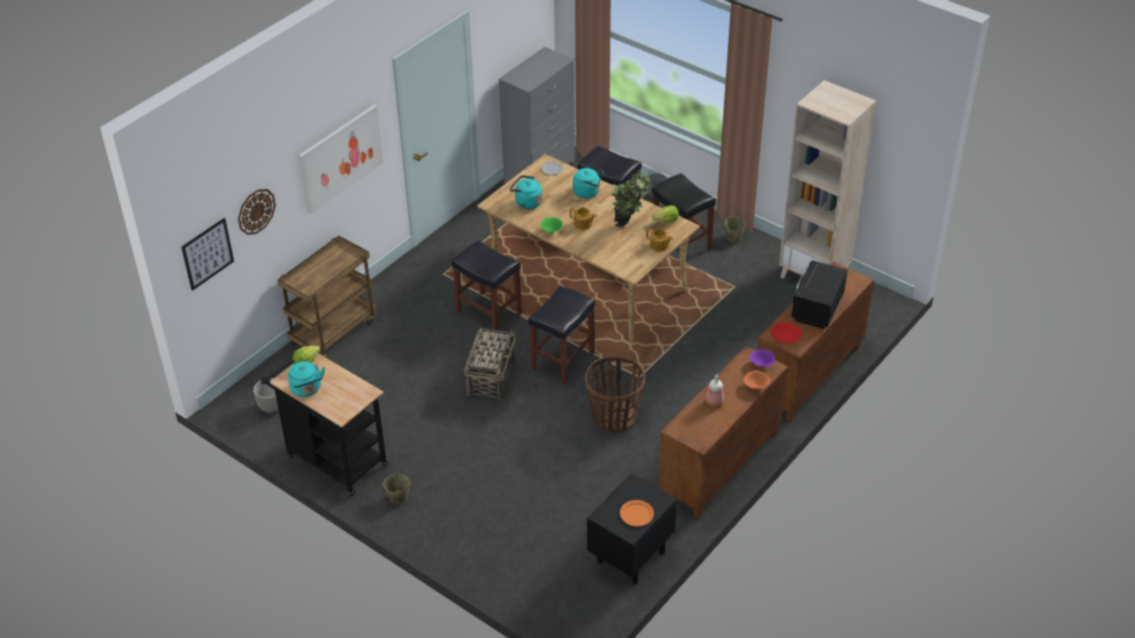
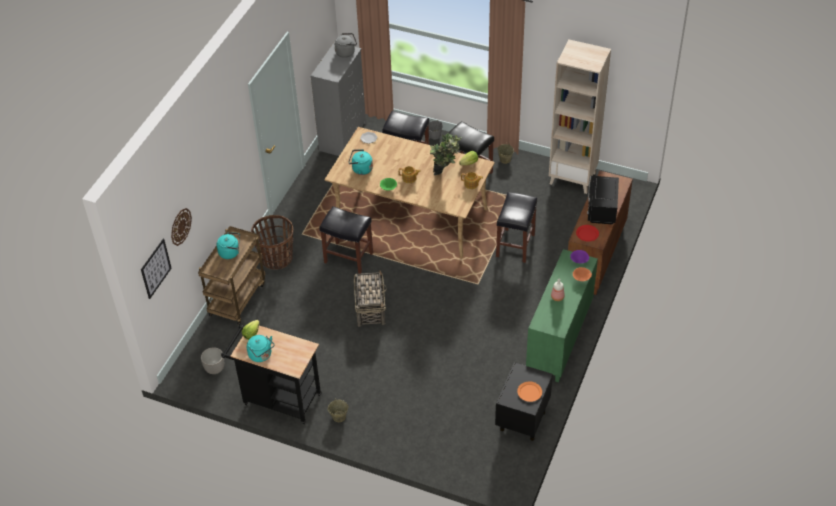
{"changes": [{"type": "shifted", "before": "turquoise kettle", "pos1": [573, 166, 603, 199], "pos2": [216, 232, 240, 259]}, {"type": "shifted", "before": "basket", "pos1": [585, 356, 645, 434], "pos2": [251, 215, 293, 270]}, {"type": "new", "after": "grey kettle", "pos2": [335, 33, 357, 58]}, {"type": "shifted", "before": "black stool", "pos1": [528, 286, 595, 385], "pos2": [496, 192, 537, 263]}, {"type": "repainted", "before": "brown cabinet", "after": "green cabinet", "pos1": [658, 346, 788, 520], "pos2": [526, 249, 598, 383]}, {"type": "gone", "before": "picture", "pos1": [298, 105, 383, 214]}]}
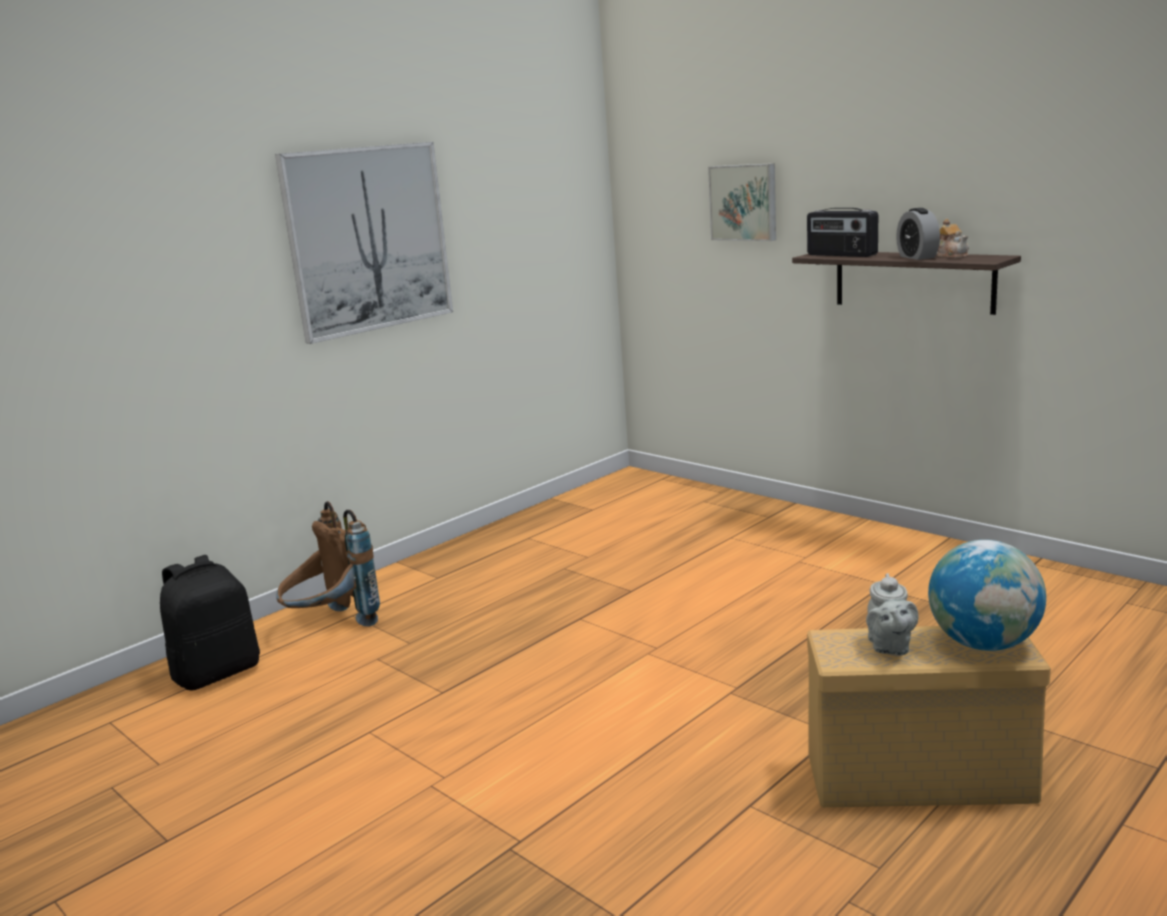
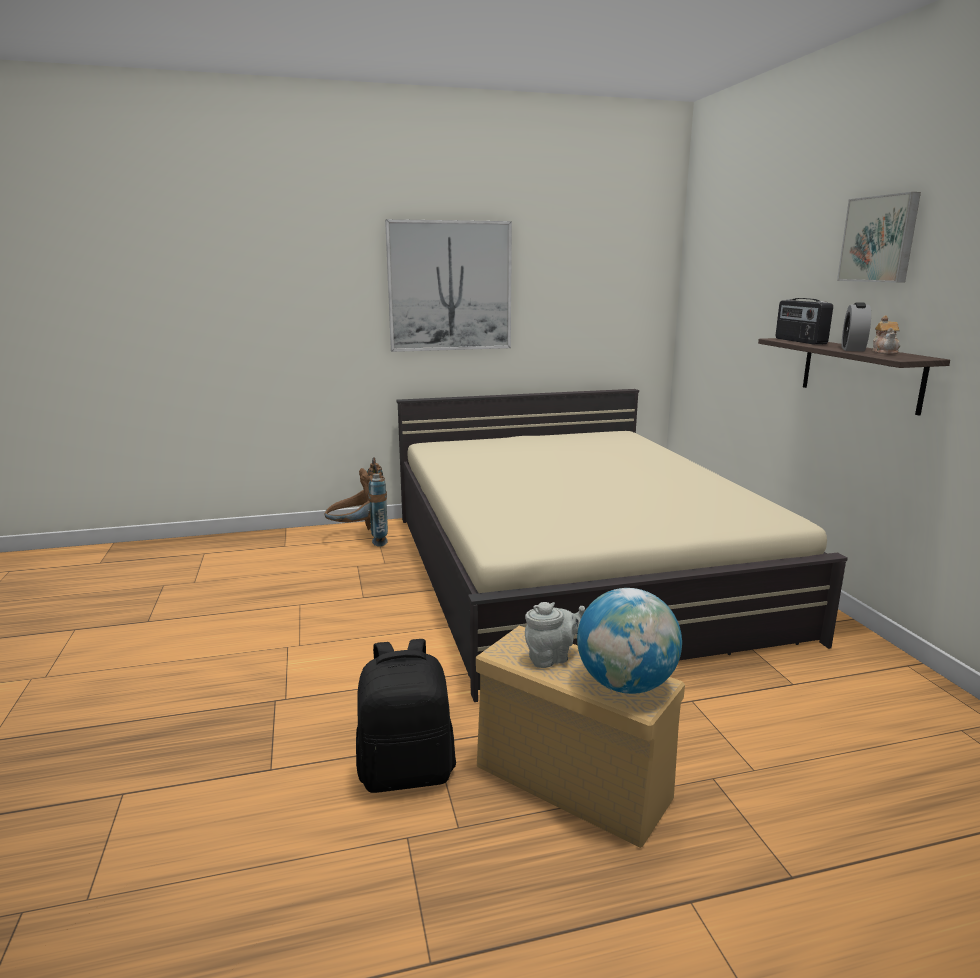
{"changes": [{"type": "shifted", "before": "black backpack", "pos1": [160, 555, 260, 691], "pos2": [356, 639, 456, 793]}, {"type": "new", "after": "beige bed", "pos2": [397, 389, 848, 702]}, {"type": "rotated", "before": "grey teapot", "pos1": [866, 573, 919, 655], "pos2": [525, 602, 585, 668], "turn": -150}, {"type": "shifted", "before": "picture", "pos1": [708, 163, 776, 241], "pos2": [837, 192, 921, 283]}]}
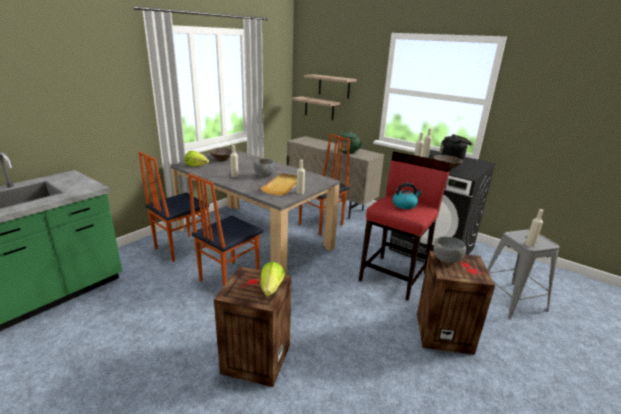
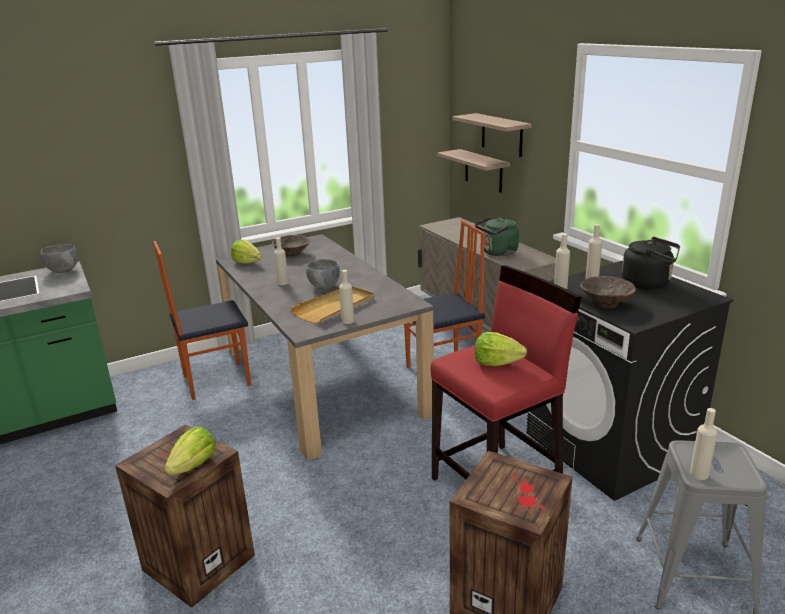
{"changes": [{"type": "shifted", "before": "grey bowl", "pos1": [434, 237, 466, 264], "pos2": [40, 244, 78, 273]}, {"type": "swapped", "before": "kettle", "after": "lettuce", "pos1": [392, 183, 422, 209], "pos2": [475, 332, 527, 366]}, {"type": "gone", "before": "chair", "pos1": [188, 173, 263, 287]}]}
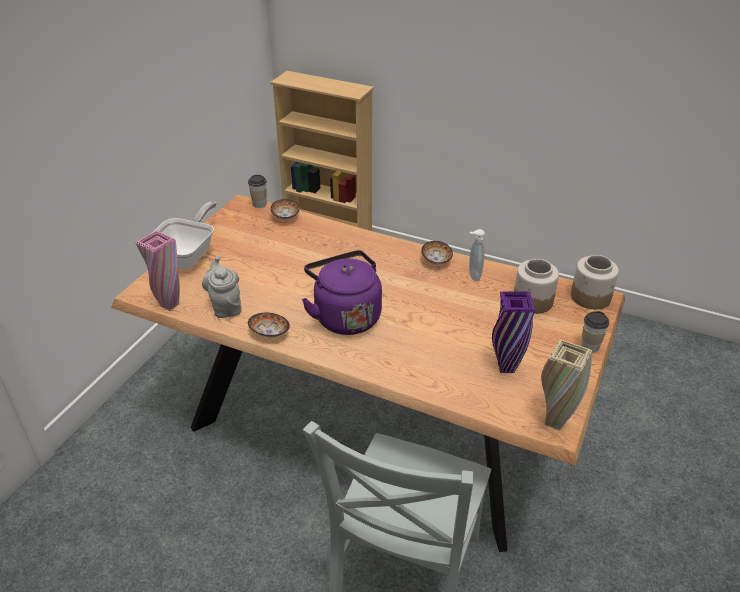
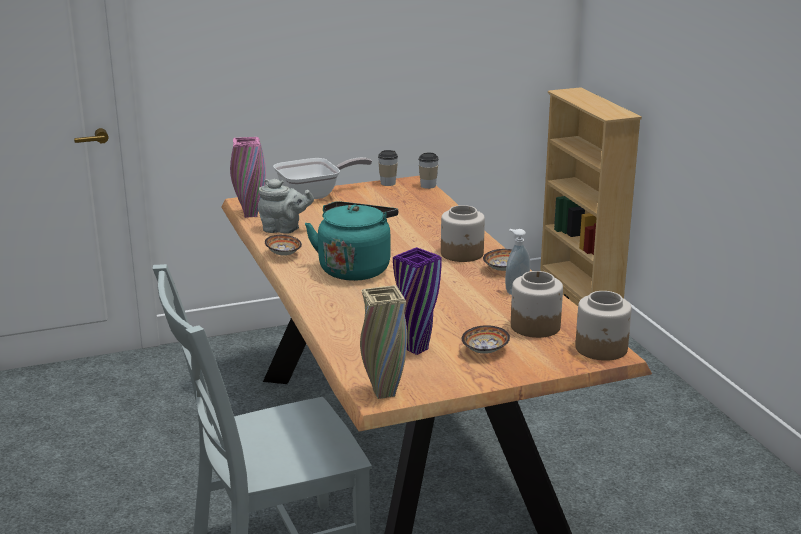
{"changes": [{"type": "rotated", "before": "grey teapot", "pos1": [202, 256, 242, 318], "pos2": [258, 179, 314, 233], "turn": 75}, {"type": "repainted", "before": "purple kettle", "after": "turquoise kettle", "pos1": [302, 250, 382, 335], "pos2": [305, 201, 398, 281]}, {"type": "shifted", "before": "cup", "pos1": [581, 311, 609, 352], "pos2": [378, 150, 398, 186]}, {"type": "new", "after": "jar", "pos2": [441, 205, 485, 262]}, {"type": "shifted", "before": "bowl", "pos1": [270, 199, 300, 220], "pos2": [462, 325, 510, 354]}]}
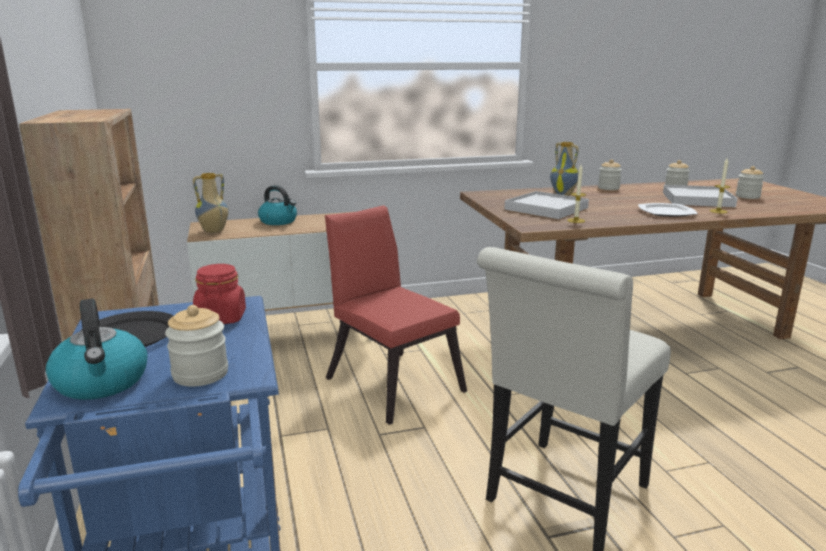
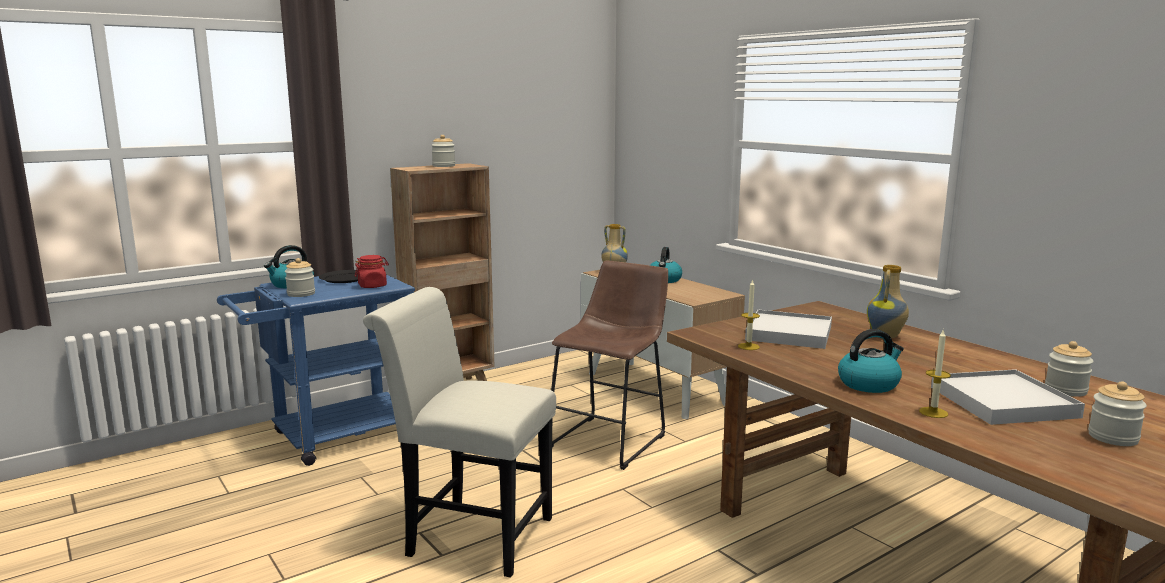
{"changes": [{"type": "shifted", "before": "jar", "pos1": [598, 159, 622, 190], "pos2": [431, 135, 455, 167]}, {"type": "swapped", "before": "red chair", "after": "brown stool", "pos1": [325, 205, 467, 425], "pos2": [551, 261, 668, 470]}, {"type": "swapped", "before": "plate", "after": "kettle", "pos1": [638, 203, 698, 217], "pos2": [838, 329, 904, 393]}]}
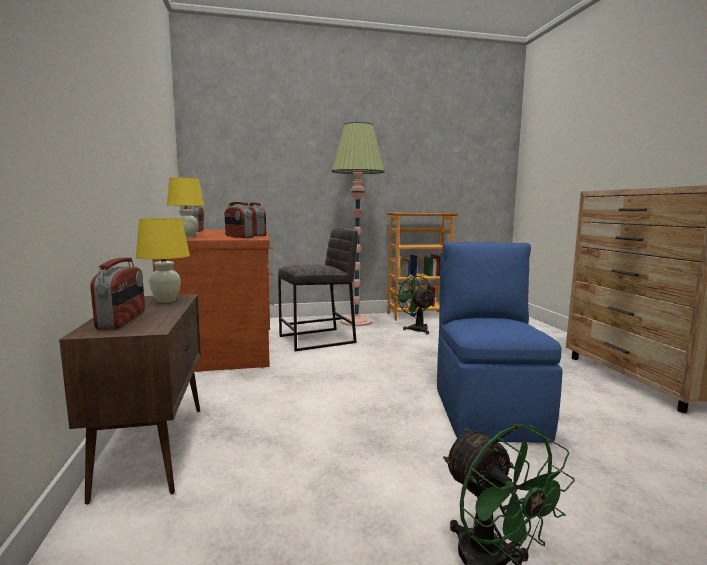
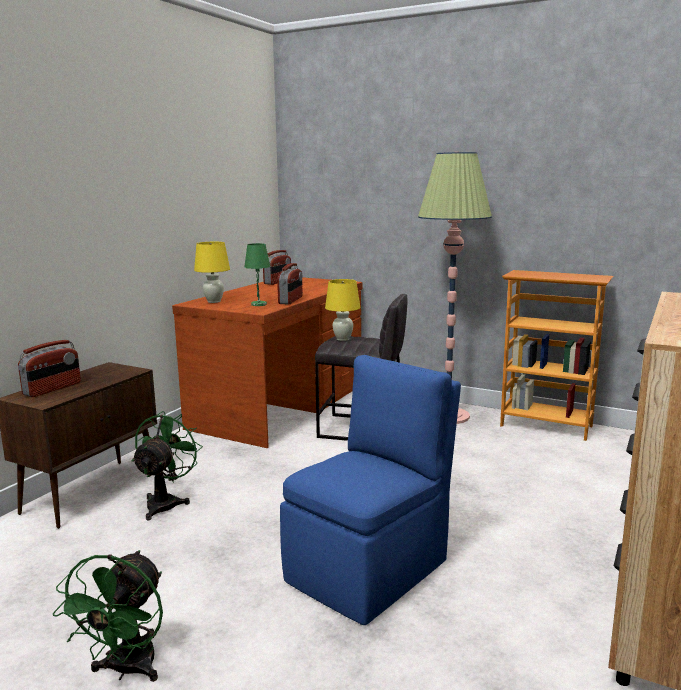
{"changes": [{"type": "shifted", "before": "green fan", "pos1": [394, 276, 435, 335], "pos2": [132, 411, 203, 520]}, {"type": "swapped", "before": "radio", "after": "green table lamp", "pos1": [224, 202, 254, 238], "pos2": [244, 243, 270, 306]}, {"type": "shifted", "before": "yellow table lamp", "pos1": [136, 218, 190, 303], "pos2": [325, 279, 360, 341]}]}
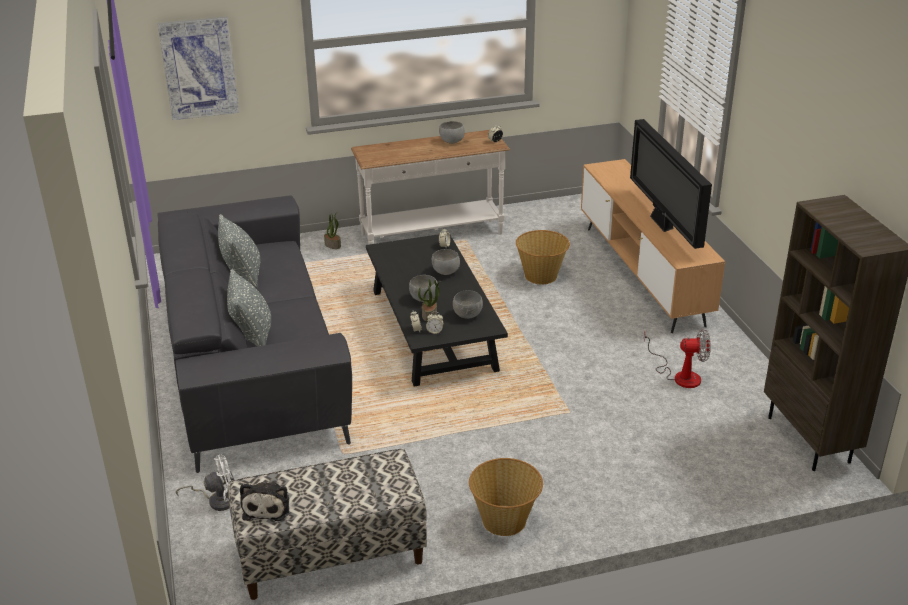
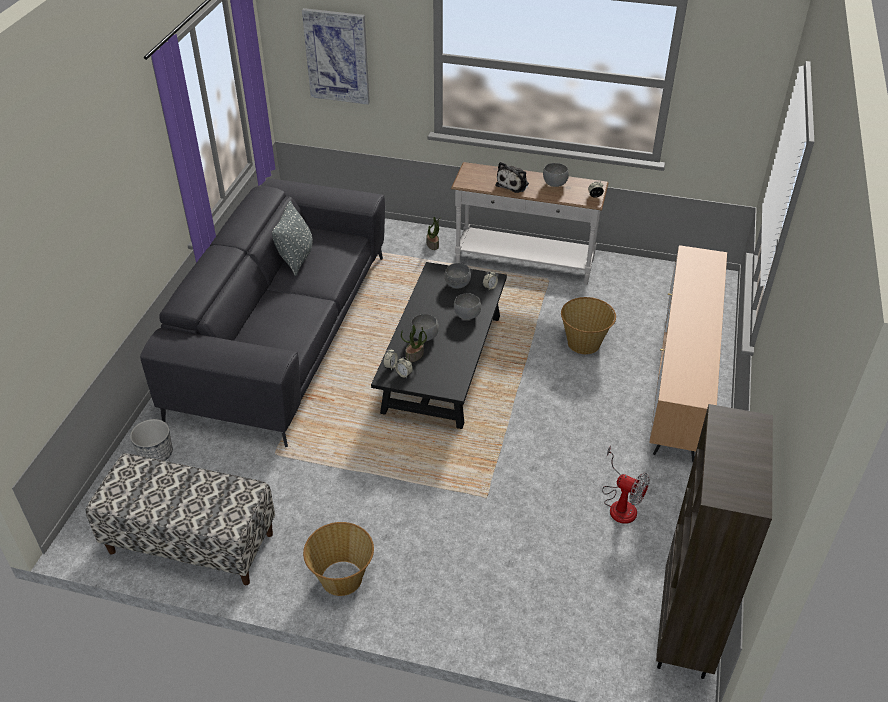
{"changes": [{"type": "swapped", "before": "white fan", "after": "planter", "pos1": [176, 455, 234, 511], "pos2": [130, 419, 173, 461]}, {"type": "shifted", "before": "grey bowl", "pos1": [453, 290, 483, 319], "pos2": [445, 263, 471, 288]}, {"type": "shifted", "before": "plush toy", "pos1": [240, 482, 289, 521], "pos2": [495, 162, 529, 193]}, {"type": "gone", "before": "grey pillow", "pos1": [227, 269, 271, 346]}, {"type": "gone", "before": "television", "pos1": [630, 119, 712, 249]}]}
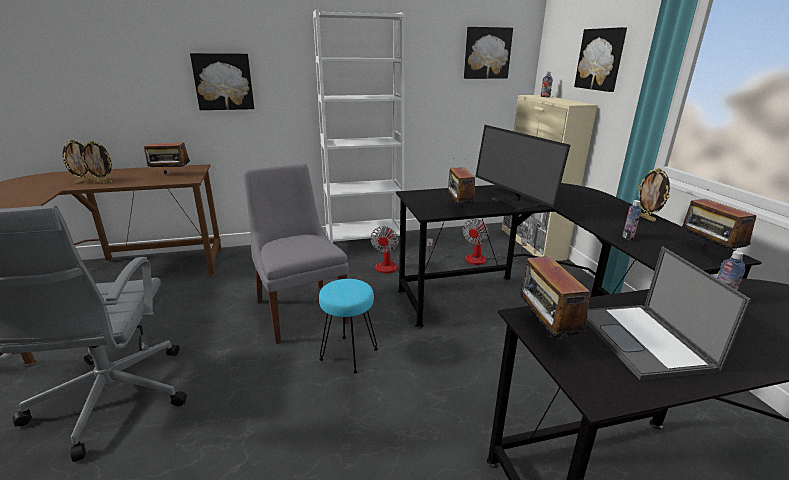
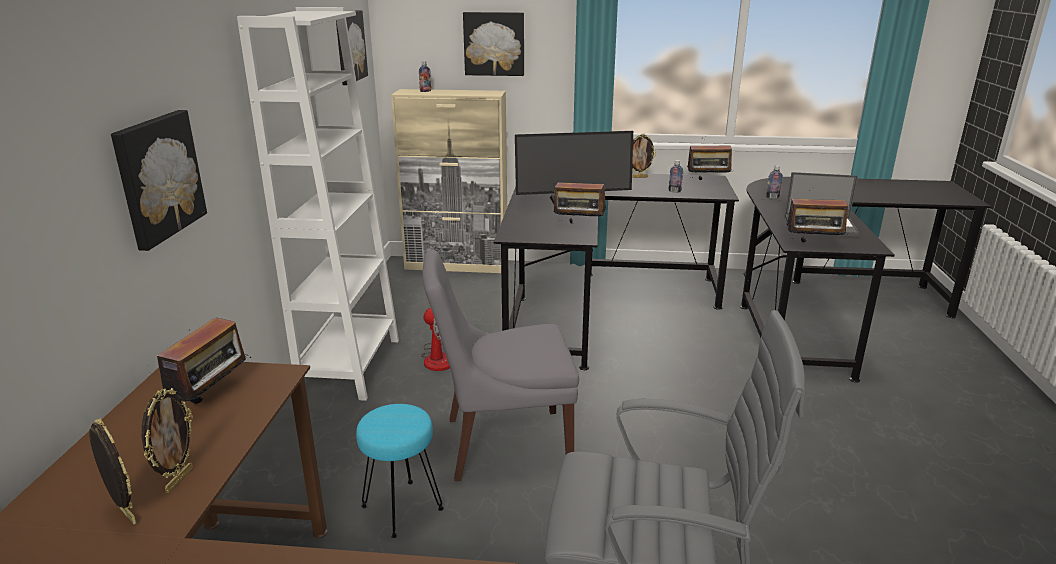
{"changes": [{"type": "shifted", "before": "turquoise stool", "pos1": [319, 279, 378, 374], "pos2": [356, 404, 444, 538]}, {"type": "gone", "before": "fan", "pos1": [463, 219, 527, 265]}]}
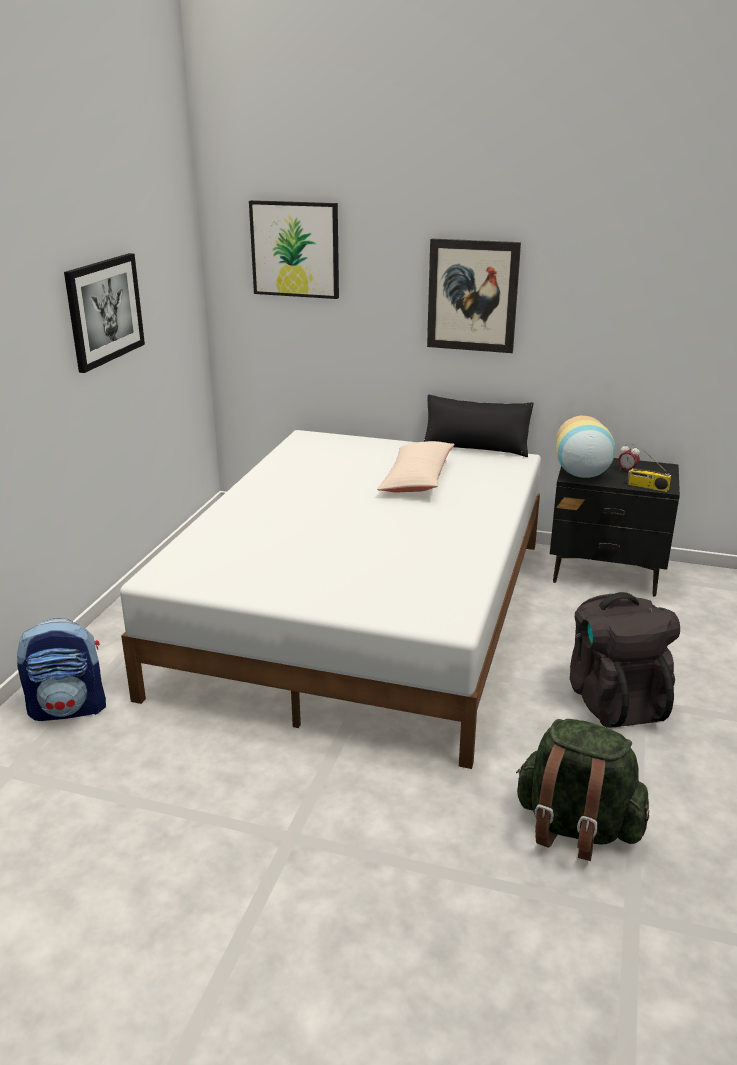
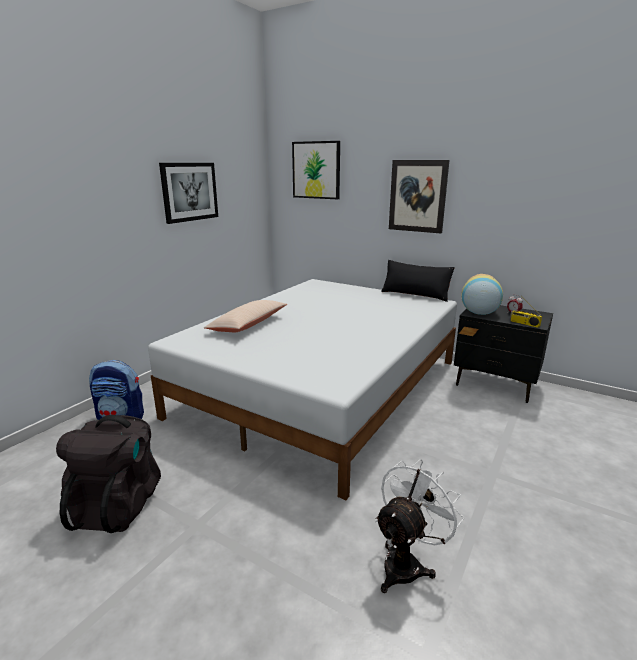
{"changes": [{"type": "shifted", "before": "black backpack", "pos1": [570, 592, 680, 728], "pos2": [56, 415, 161, 533]}, {"type": "shifted", "before": "beige pillow", "pos1": [377, 441, 455, 492], "pos2": [204, 300, 287, 333]}, {"type": "swapped", "before": "green backpack", "after": "white fan", "pos1": [516, 719, 649, 861], "pos2": [375, 459, 464, 593]}]}
